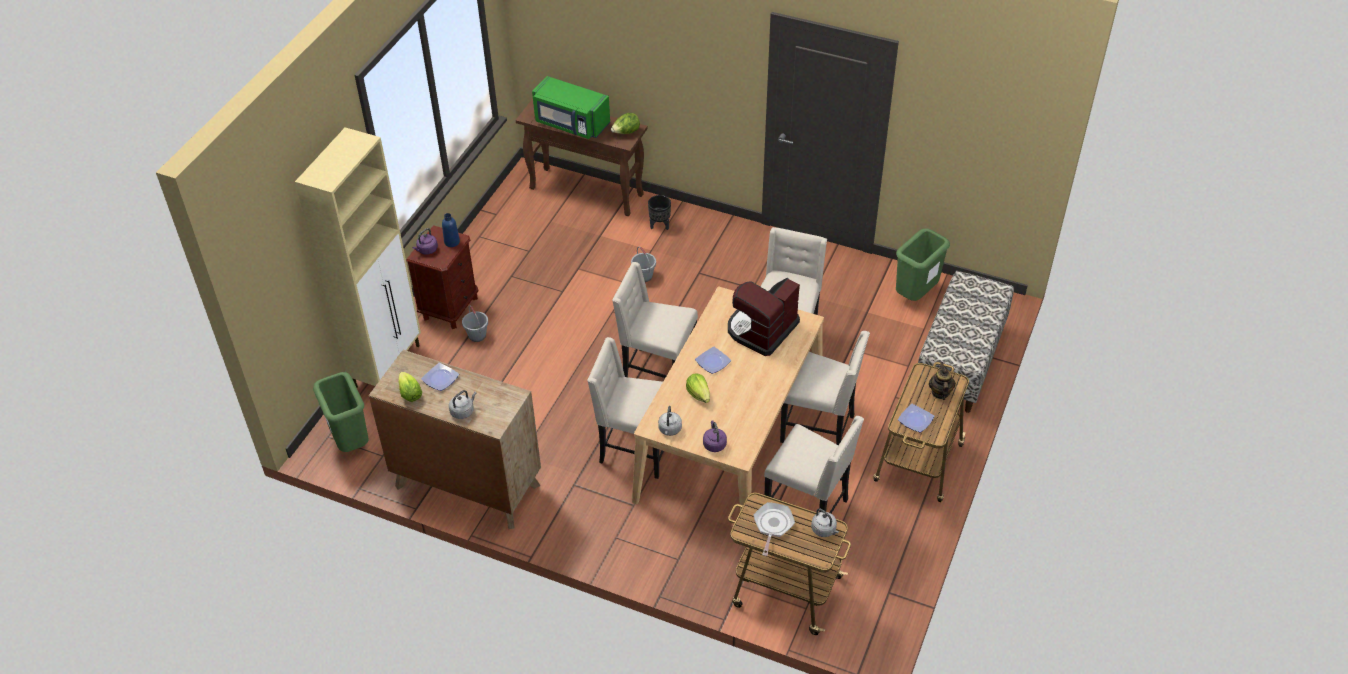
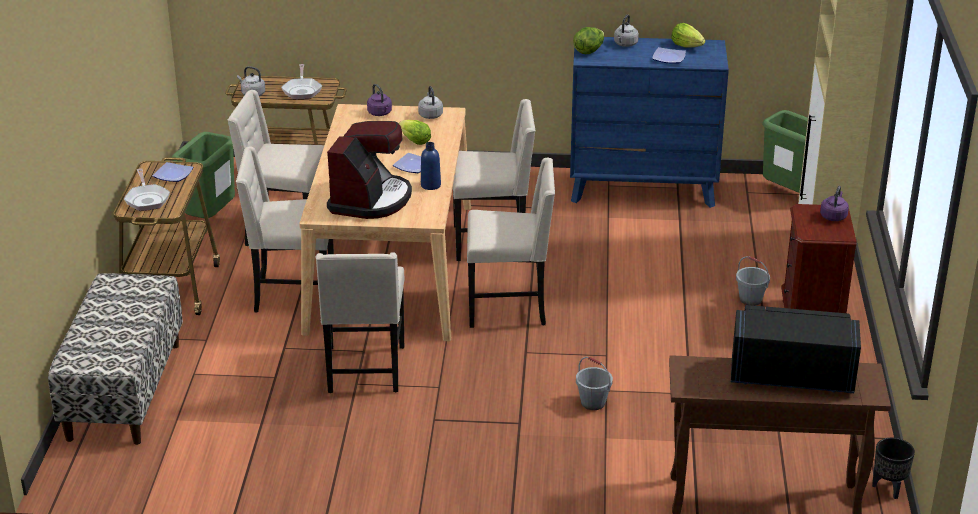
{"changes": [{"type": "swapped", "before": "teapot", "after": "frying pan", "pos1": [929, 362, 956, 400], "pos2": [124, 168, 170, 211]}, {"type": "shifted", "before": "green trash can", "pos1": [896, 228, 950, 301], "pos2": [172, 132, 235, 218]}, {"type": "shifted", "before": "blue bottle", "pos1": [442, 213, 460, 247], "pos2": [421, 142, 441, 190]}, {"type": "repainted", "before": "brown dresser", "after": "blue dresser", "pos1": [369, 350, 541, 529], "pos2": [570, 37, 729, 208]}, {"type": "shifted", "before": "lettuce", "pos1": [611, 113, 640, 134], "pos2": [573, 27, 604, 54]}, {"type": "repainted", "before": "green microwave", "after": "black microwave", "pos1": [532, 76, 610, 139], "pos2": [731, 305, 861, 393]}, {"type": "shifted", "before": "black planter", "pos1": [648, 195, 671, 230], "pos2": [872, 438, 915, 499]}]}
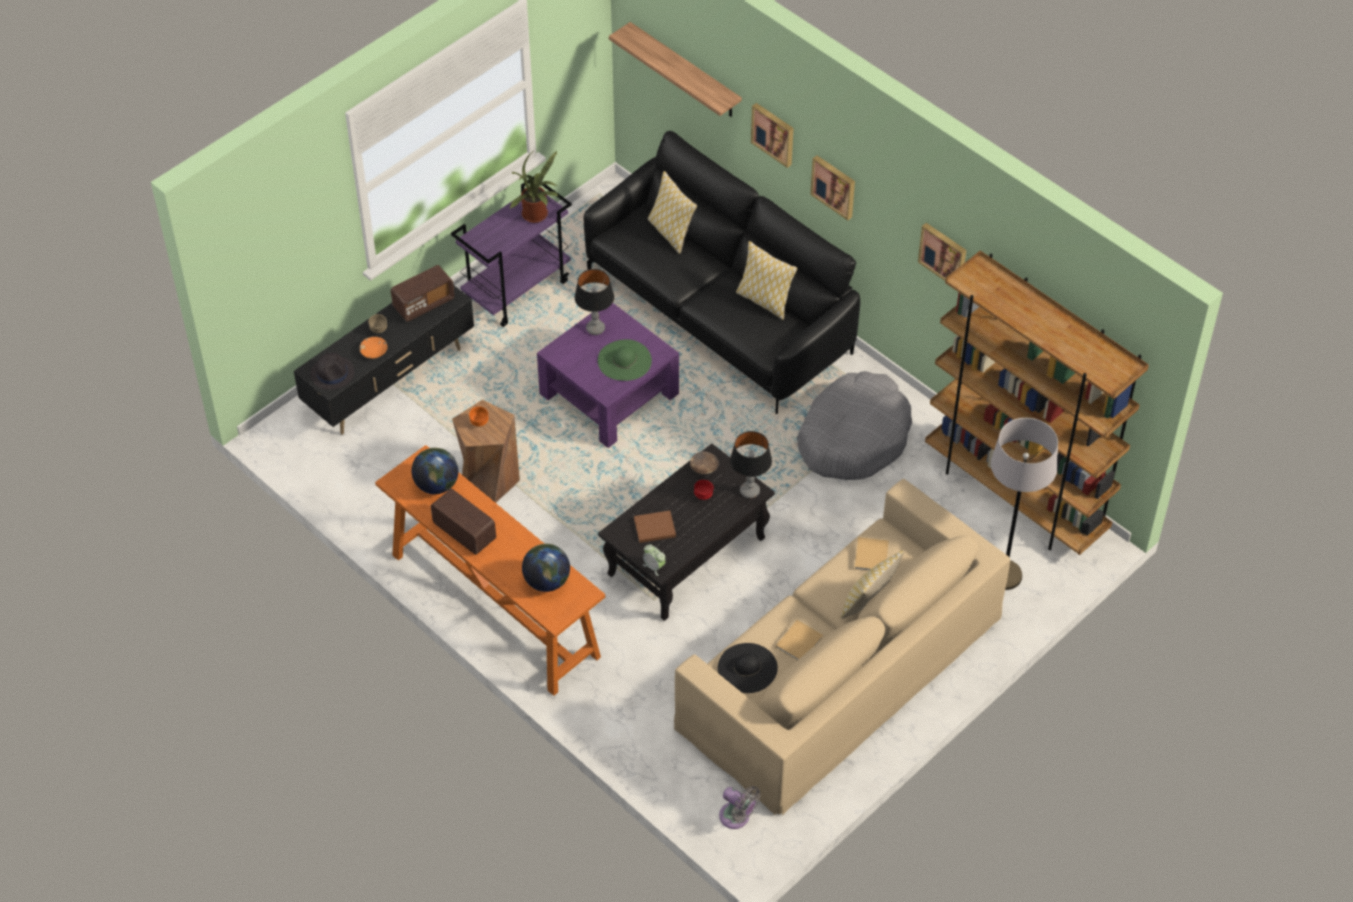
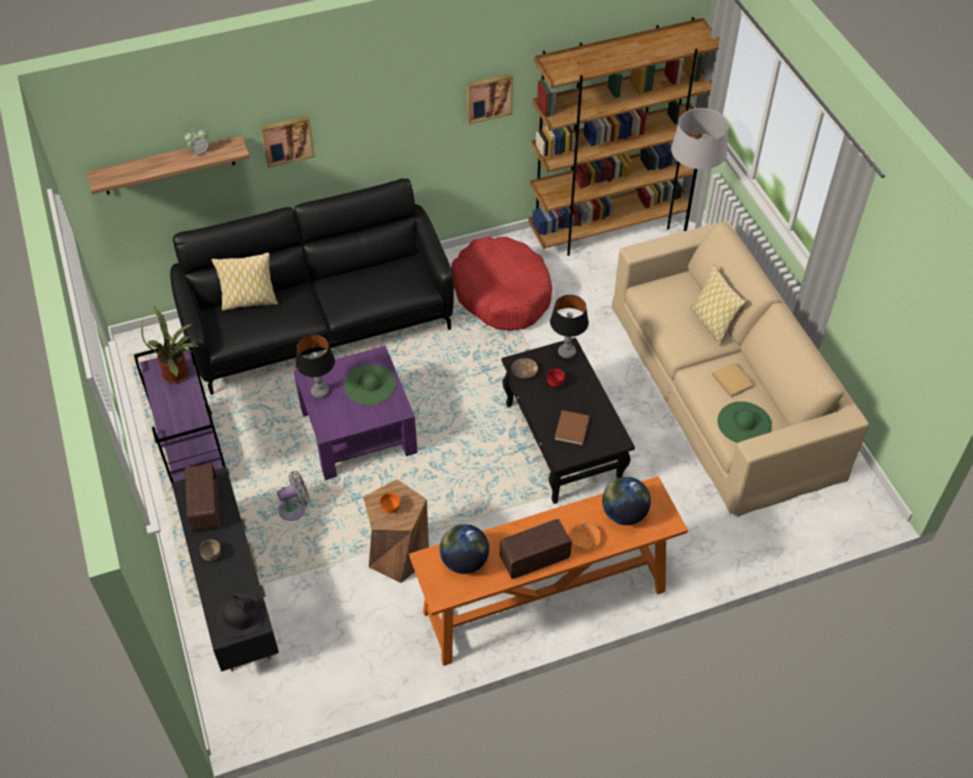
{"changes": [{"type": "shifted", "before": "alarm clock", "pos1": [643, 544, 665, 576], "pos2": [185, 128, 211, 158]}, {"type": "shifted", "before": "grey fan", "pos1": [719, 786, 760, 829], "pos2": [277, 471, 310, 521]}, {"type": "repainted", "before": "grey dog bed", "after": "red dog bed", "pos1": [797, 371, 912, 480], "pos2": [451, 237, 552, 331]}, {"type": "shifted", "before": "orange bowl", "pos1": [359, 337, 387, 359], "pos2": [570, 523, 601, 550]}, {"type": "repainted", "before": "black hat", "after": "green hat", "pos1": [718, 643, 778, 693], "pos2": [717, 401, 772, 443]}, {"type": "gone", "before": "pillow", "pos1": [736, 241, 798, 320]}, {"type": "gone", "before": "picture", "pos1": [810, 156, 855, 220]}, {"type": "gone", "before": "beige book", "pos1": [854, 537, 889, 571]}]}
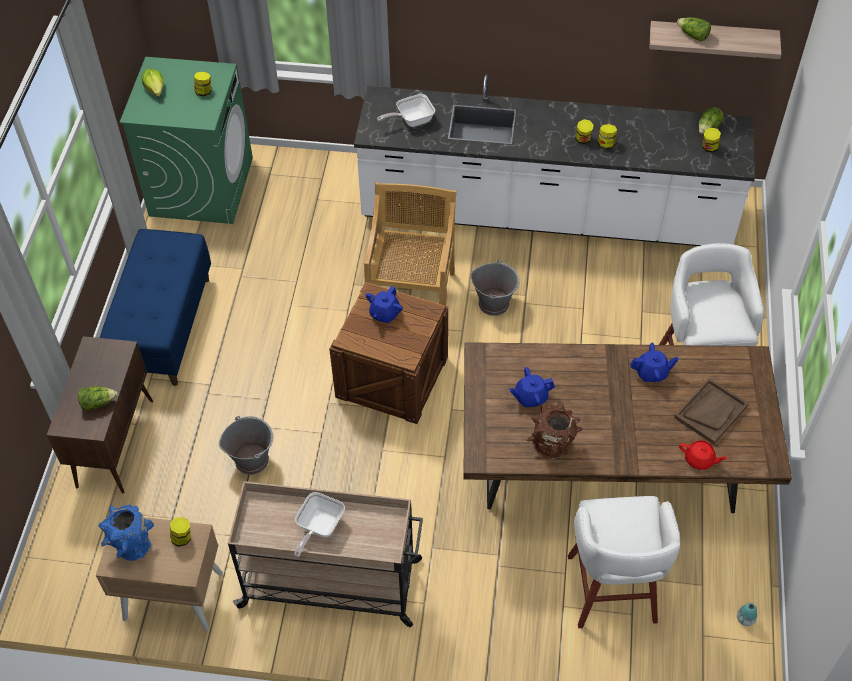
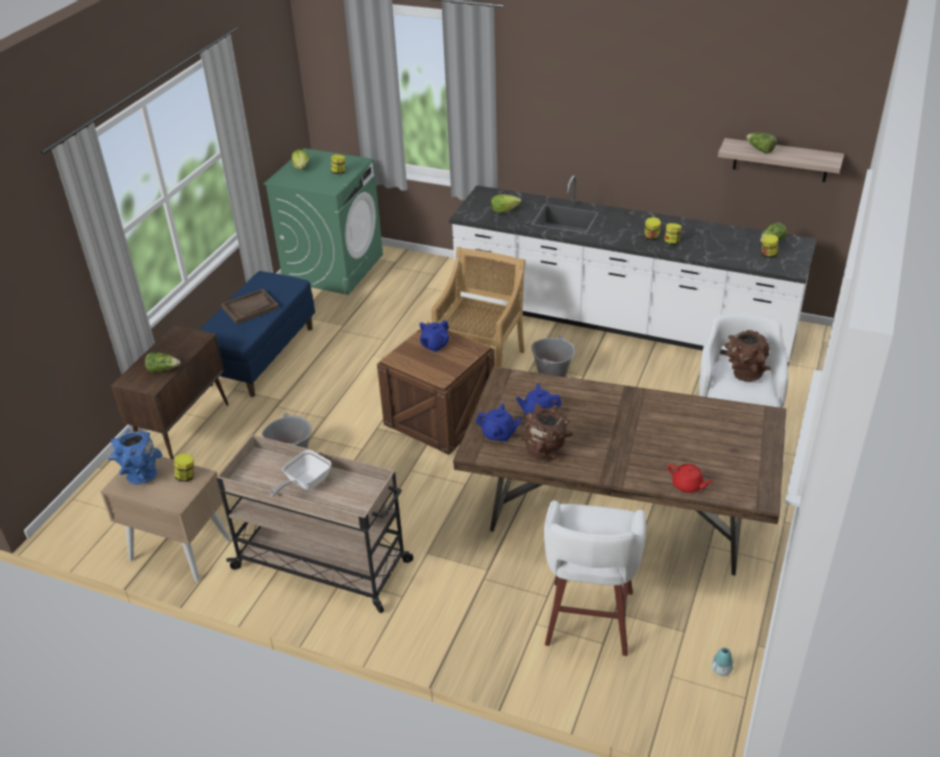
{"changes": [{"type": "shifted", "before": "brown tray", "pos1": [674, 378, 749, 445], "pos2": [221, 289, 279, 324]}, {"type": "shifted", "before": "blue teapot", "pos1": [630, 343, 679, 382], "pos2": [476, 403, 522, 442]}, {"type": "swapped", "before": "frying pan", "after": "lettuce", "pos1": [377, 94, 435, 127], "pos2": [491, 195, 521, 213]}, {"type": "new", "after": "brown vase", "pos2": [724, 330, 771, 381]}]}
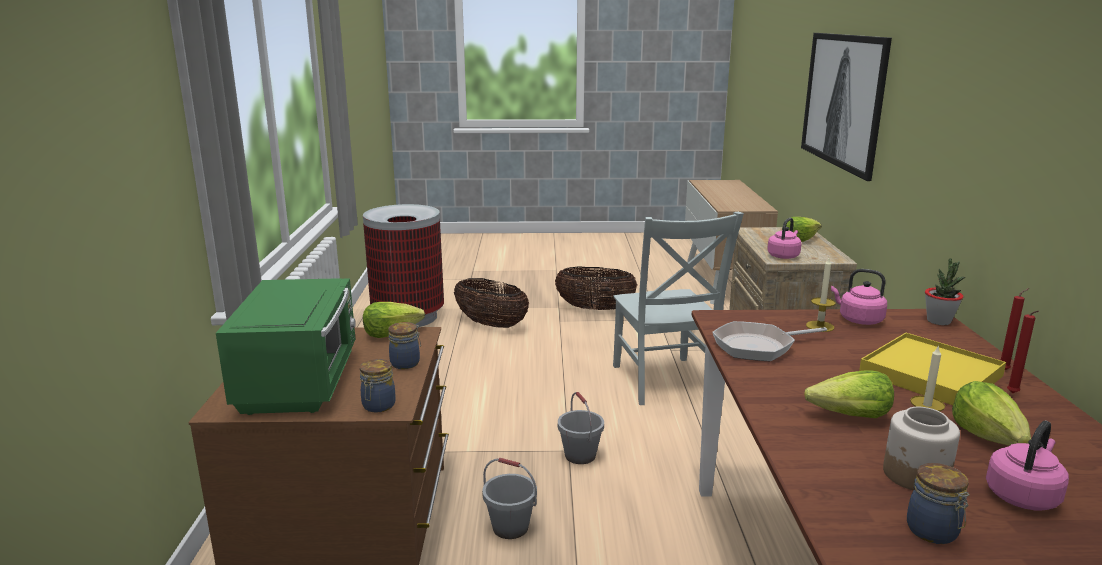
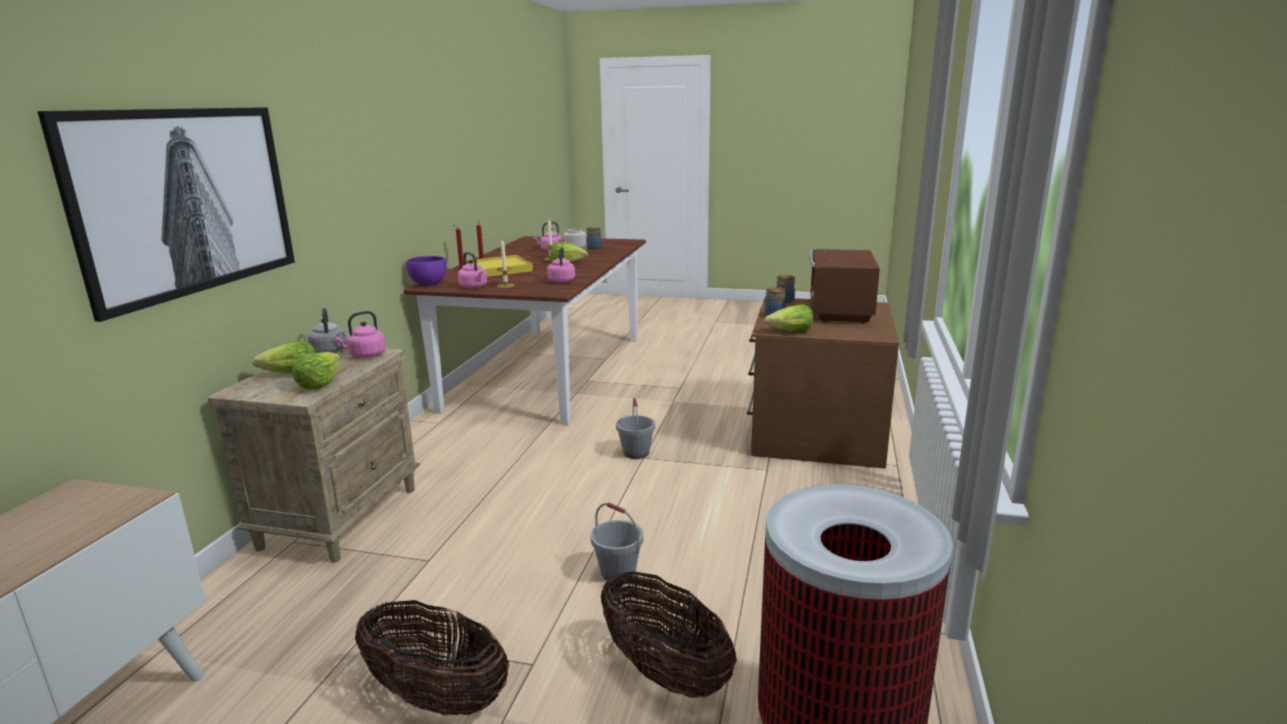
{"changes": [{"type": "shifted", "before": "lettuce", "pos1": [952, 381, 1031, 446], "pos2": [292, 352, 341, 390]}, {"type": "new", "after": "grey kettle", "pos2": [307, 308, 347, 353]}, {"type": "swapped", "before": "potted plant", "after": "purple bowl", "pos1": [925, 258, 965, 325], "pos2": [406, 256, 447, 286]}, {"type": "swapped", "before": "frying pan", "after": "pink kettle", "pos1": [712, 321, 827, 361], "pos2": [547, 247, 575, 283]}, {"type": "shifted", "before": "grey bucket", "pos1": [482, 458, 537, 539], "pos2": [591, 503, 643, 580]}, {"type": "repainted", "before": "green microwave", "after": "brown microwave", "pos1": [216, 278, 356, 415], "pos2": [810, 249, 880, 324]}, {"type": "gone", "before": "grey chair", "pos1": [613, 212, 744, 405]}]}
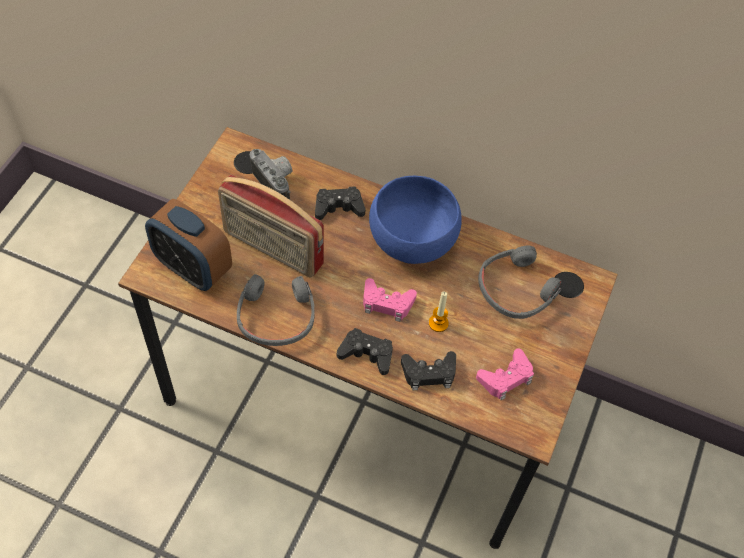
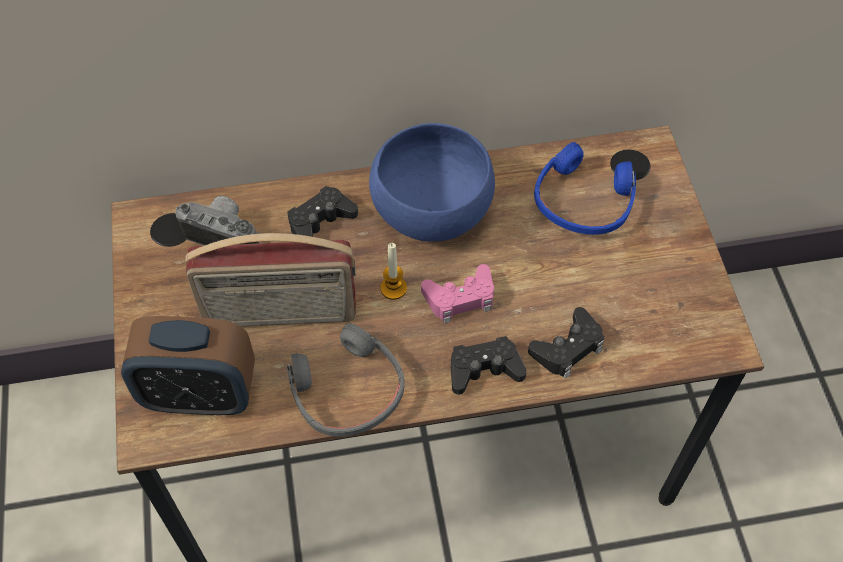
{"changes": [{"type": "shifted", "before": "candle", "pos1": [429, 292, 449, 332], "pos2": [380, 243, 407, 300]}, {"type": "repainted", "before": "grey headphones", "after": "blue headphones", "pos1": [478, 246, 562, 319], "pos2": [534, 142, 636, 235]}, {"type": "gone", "before": "pink game controller", "pos1": [476, 348, 534, 400]}]}
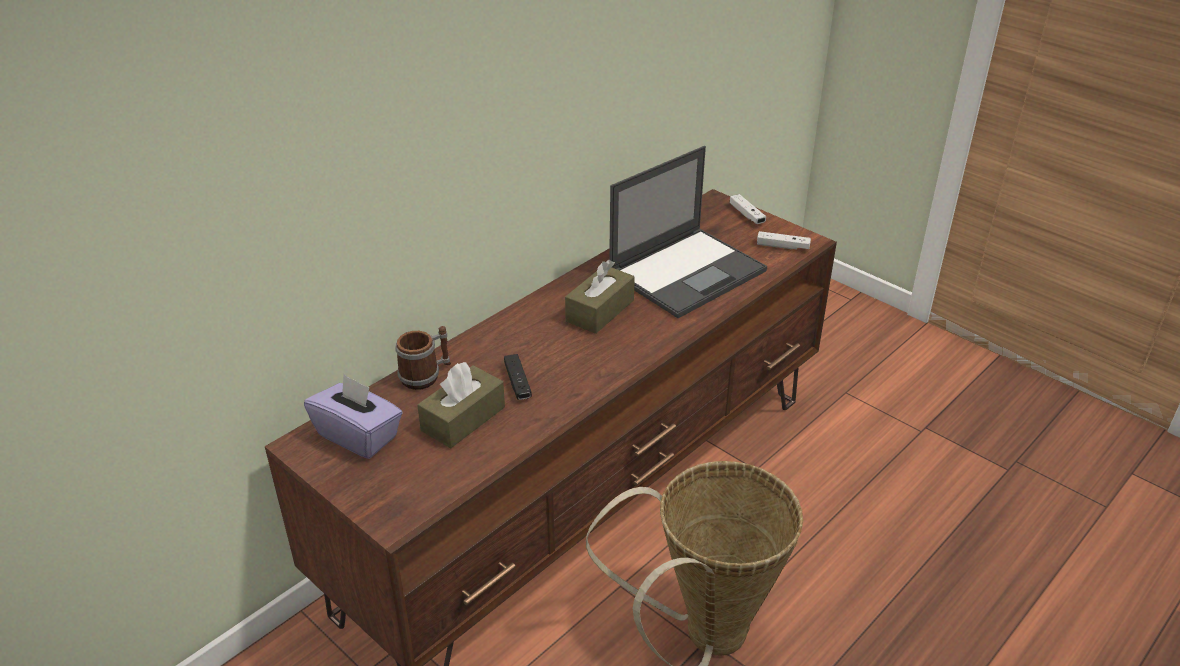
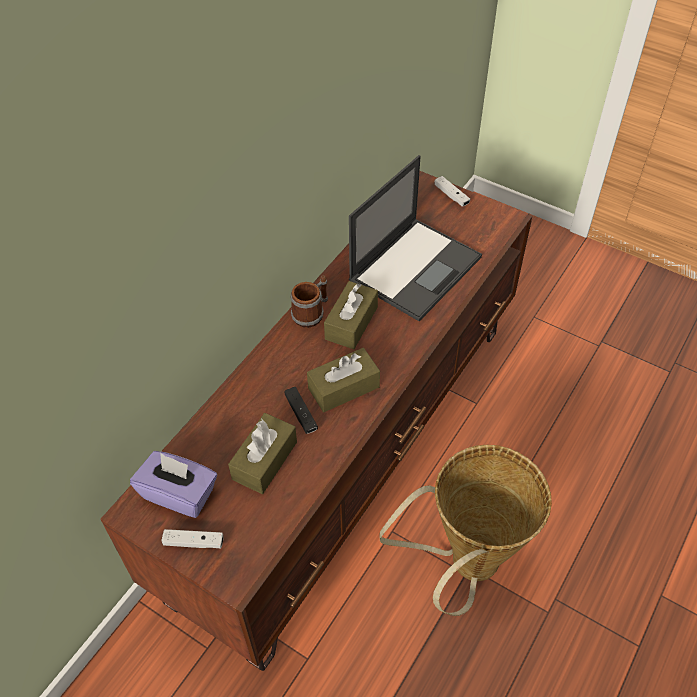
{"changes": [{"type": "shifted", "before": "white game controller", "pos1": [757, 231, 811, 250], "pos2": [161, 529, 224, 548]}, {"type": "shifted", "before": "mug", "pos1": [395, 326, 451, 390], "pos2": [290, 275, 328, 328]}, {"type": "new", "after": "brown tissue box", "pos2": [307, 348, 380, 412]}]}
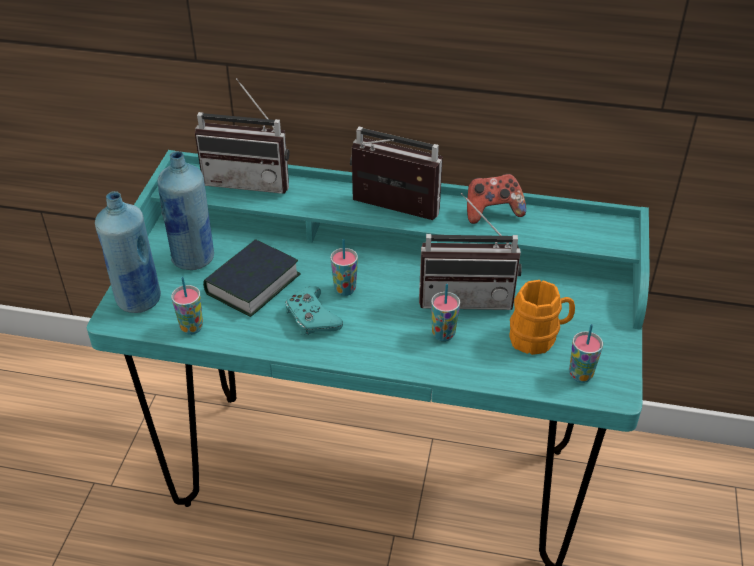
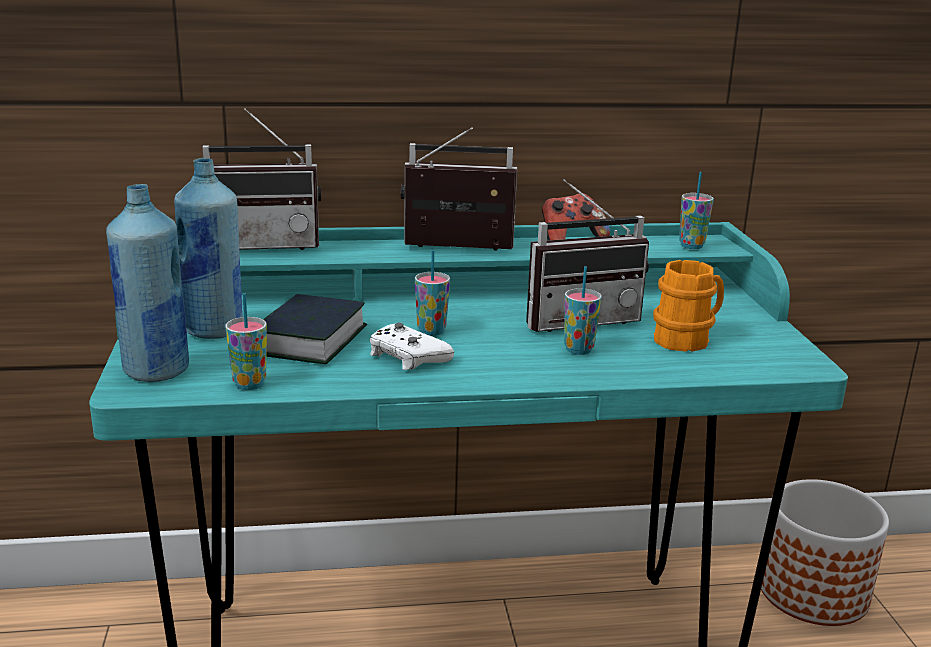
{"changes": [{"type": "repainted", "before": "turquoise game controller", "after": "white game controller", "pos1": [285, 286, 343, 335], "pos2": [370, 323, 454, 370]}, {"type": "shifted", "before": "cup", "pos1": [569, 324, 603, 383], "pos2": [679, 172, 714, 249]}, {"type": "new", "after": "planter", "pos2": [761, 479, 889, 626]}]}
